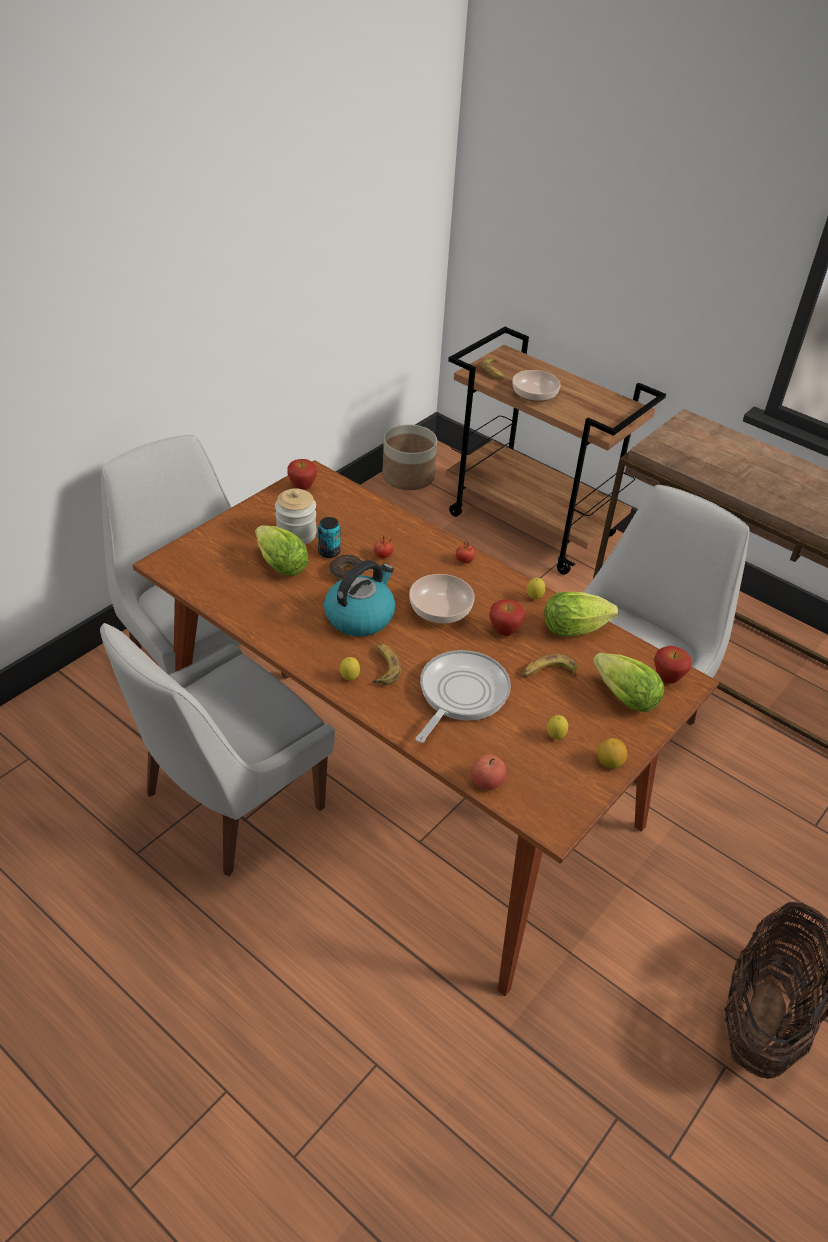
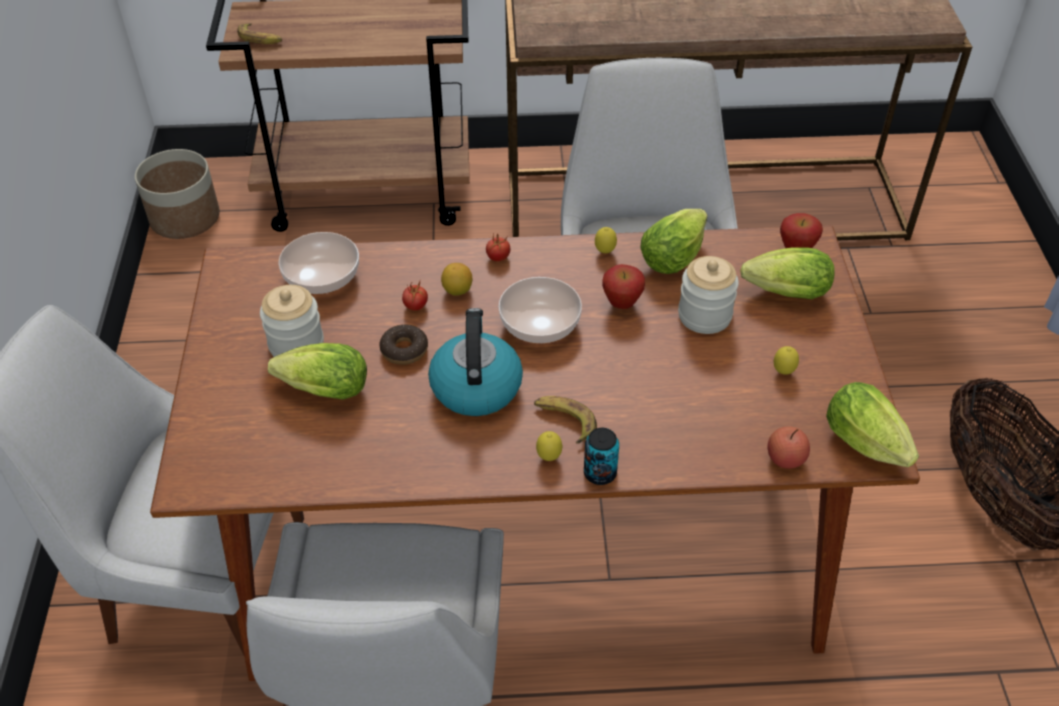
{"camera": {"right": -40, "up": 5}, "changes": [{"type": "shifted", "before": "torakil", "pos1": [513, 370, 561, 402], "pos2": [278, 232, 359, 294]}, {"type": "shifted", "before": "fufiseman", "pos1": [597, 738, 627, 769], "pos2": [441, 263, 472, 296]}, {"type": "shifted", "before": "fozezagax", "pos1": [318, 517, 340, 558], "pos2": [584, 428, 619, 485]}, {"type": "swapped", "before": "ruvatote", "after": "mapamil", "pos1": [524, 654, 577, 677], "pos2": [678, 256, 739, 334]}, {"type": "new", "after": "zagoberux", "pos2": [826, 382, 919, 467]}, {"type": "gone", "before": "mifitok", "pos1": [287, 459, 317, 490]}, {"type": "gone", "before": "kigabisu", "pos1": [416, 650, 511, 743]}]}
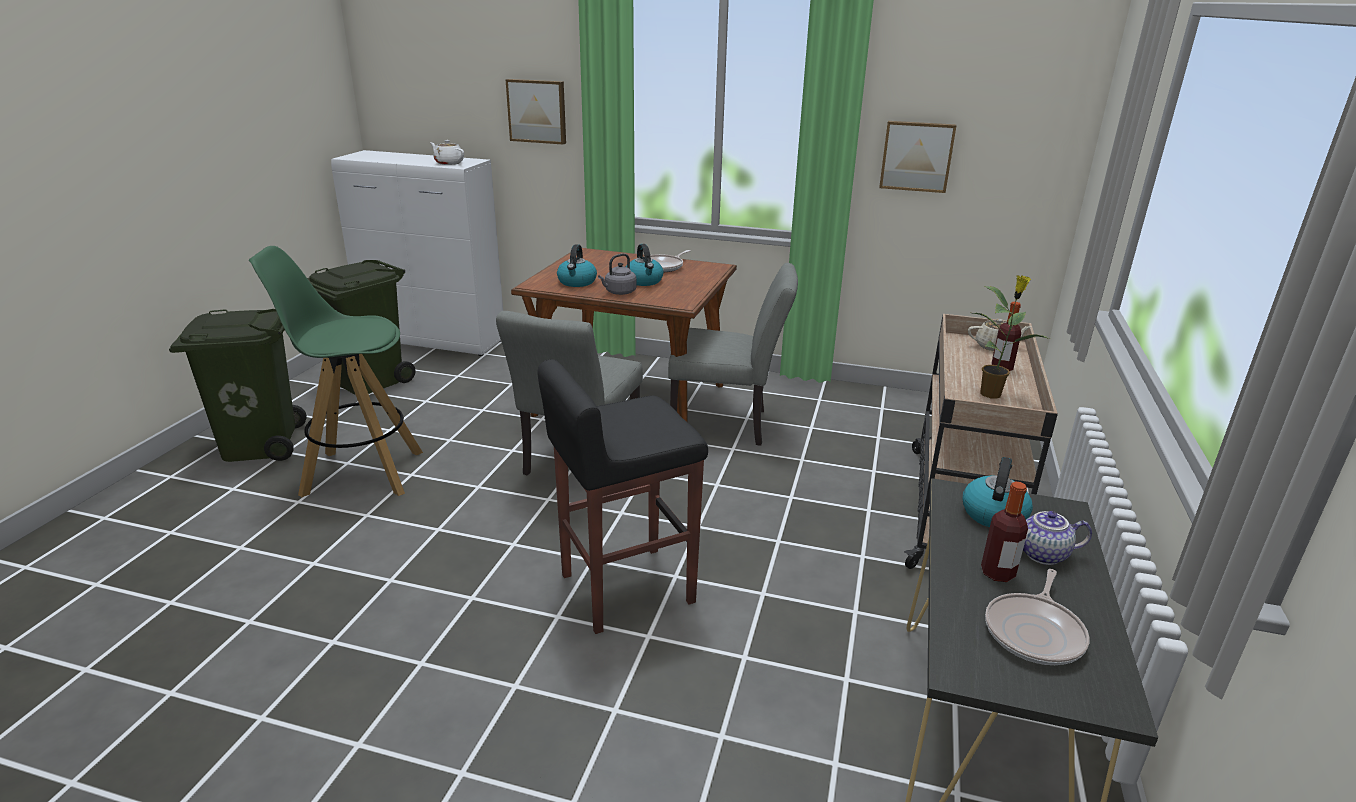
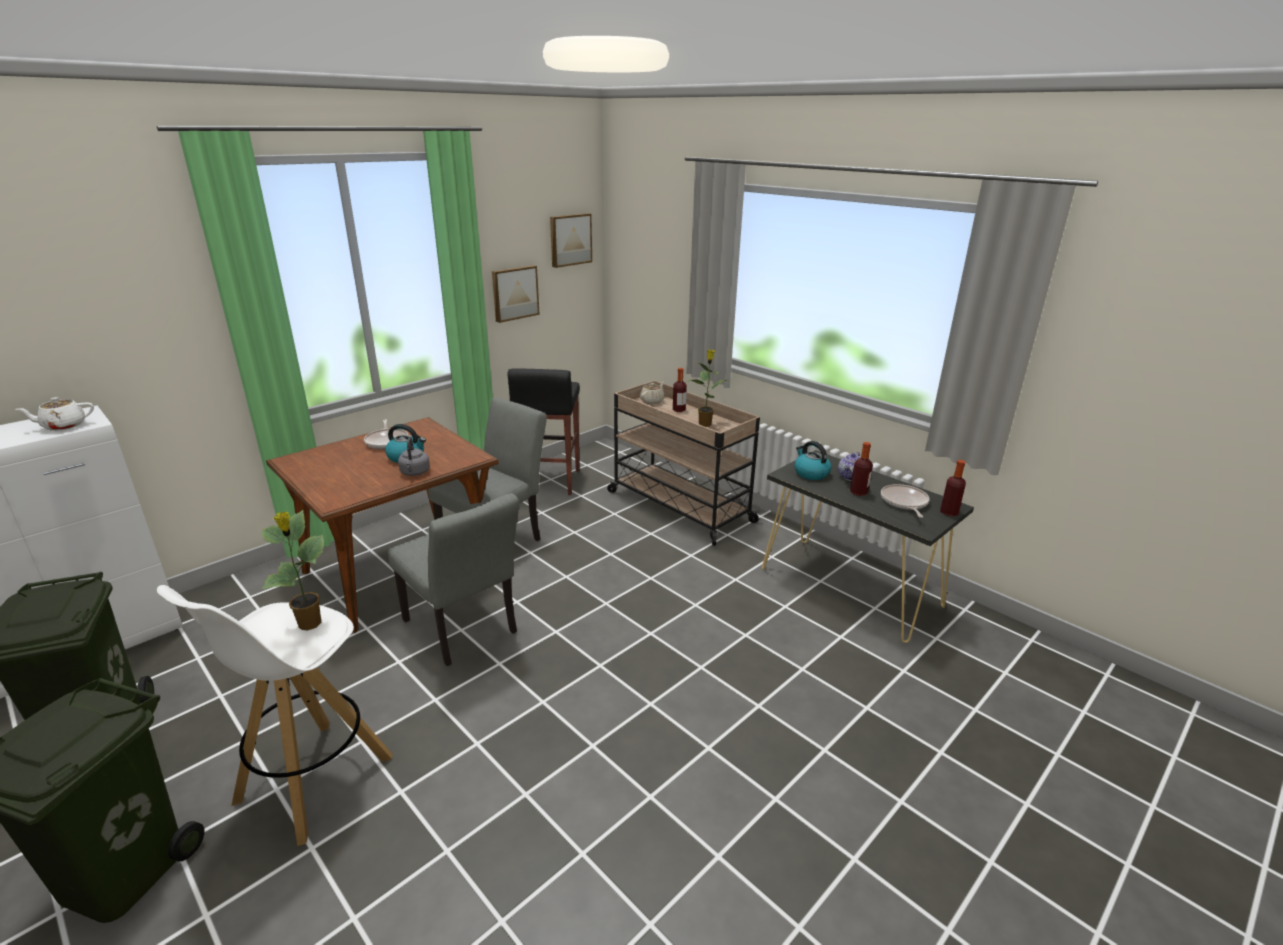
{"camera": {"right": -60, "up": 0}, "changes": [{"type": "repainted", "before": "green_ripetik", "after": "white_ripetik", "pos1": [249, 246, 423, 497], "pos2": [157, 585, 392, 846]}, {"type": "new", "after": "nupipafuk", "pos2": [261, 510, 324, 630]}, {"type": "shifted", "before": "black_ripetik", "pos1": [537, 359, 708, 634], "pos2": [507, 368, 580, 495]}, {"type": "shifted", "before": "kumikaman", "pos1": [506, 79, 566, 144], "pos2": [550, 213, 592, 268]}, {"type": "rotated", "before": "kigabisu", "pos1": [985, 569, 1090, 665], "pos2": [881, 484, 930, 518], "turn": -150}, {"type": "new", "after": "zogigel", "pos2": [940, 460, 966, 516]}, {"type": "gone", "before": "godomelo", "pos1": [557, 244, 597, 287]}]}
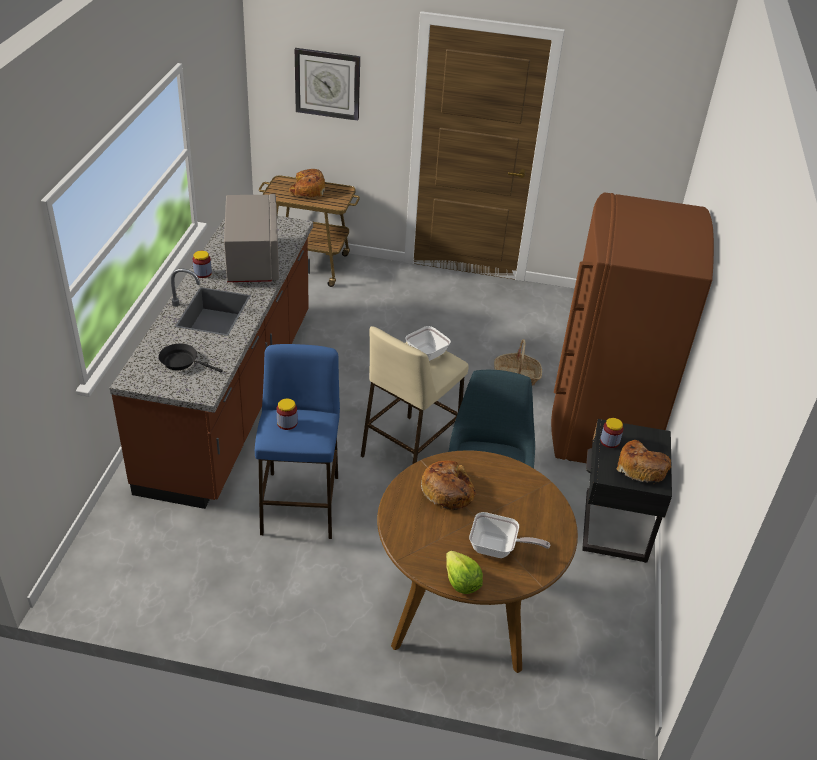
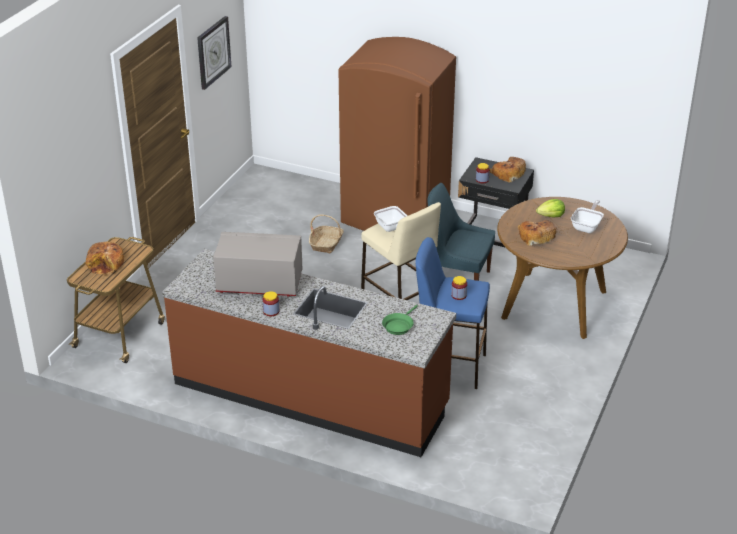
{"camera": {"right": -75, "up": -5}, "changes": [{"type": "shifted", "before": "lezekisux", "pos1": [295, 48, 360, 121], "pos2": [197, 16, 232, 90]}, {"type": "repainted", "before": "black_kigabisu", "after": "green_kigabisu", "pos1": [159, 344, 223, 373], "pos2": [382, 305, 418, 335]}, {"type": "shifted", "before": "zagoberux", "pos1": [446, 551, 483, 594], "pos2": [536, 199, 565, 218]}]}
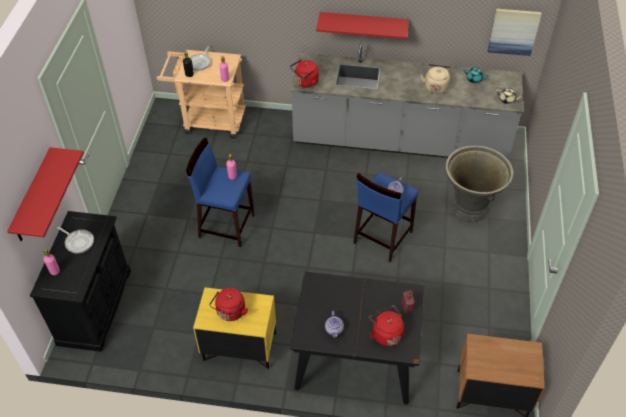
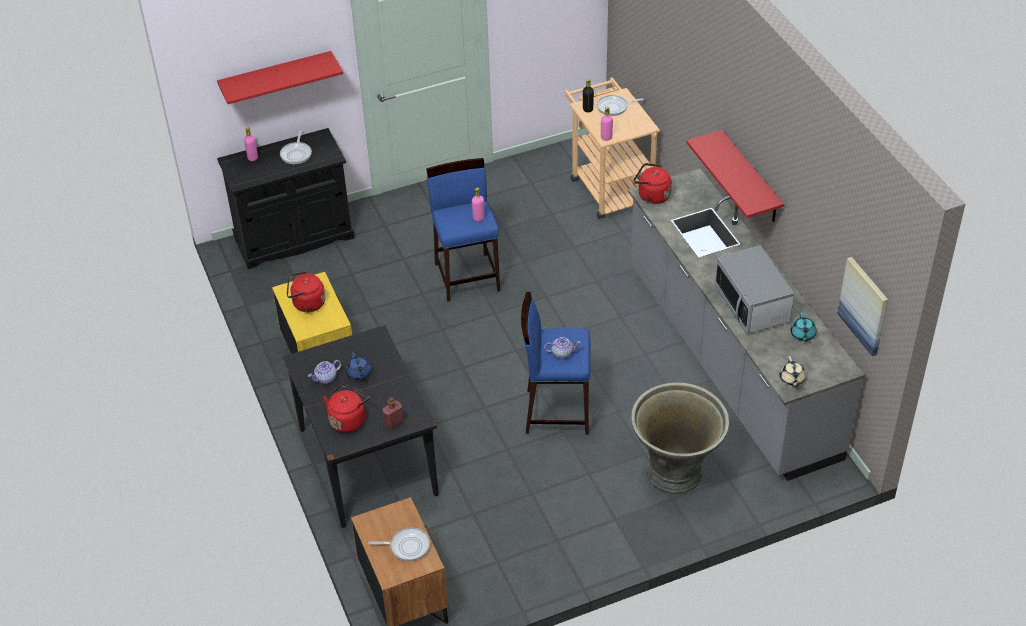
{"camera": {"right": 60, "up": -5}, "changes": [{"type": "new", "after": "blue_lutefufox", "pos2": [346, 352, 372, 380]}, {"type": "new", "after": "kigabisu", "pos2": [369, 528, 430, 561]}, {"type": "swapped", "before": "beige_godomelo", "after": "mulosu", "pos1": [421, 64, 451, 94], "pos2": [715, 245, 794, 334]}]}
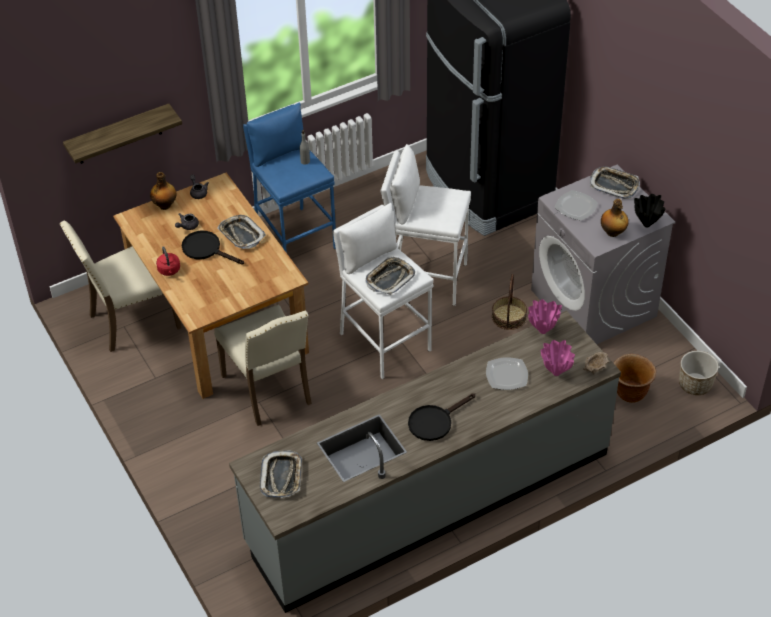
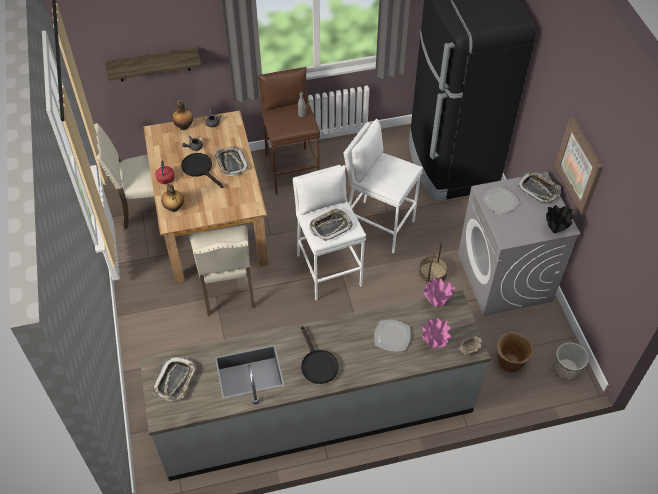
{"camera": {"right": 15, "up": 5}, "changes": [{"type": "shifted", "before": "zogigel", "pos1": [601, 199, 629, 237], "pos2": [161, 183, 184, 212]}, {"type": "repainted", "before": "blue_ripetik", "after": "brown_ripetik", "pos1": [243, 102, 336, 253], "pos2": [258, 67, 320, 194]}, {"type": "rotated", "before": "black_kigabisu", "pos1": [408, 393, 475, 441], "pos2": [301, 326, 339, 384], "turn": -90}, {"type": "new", "after": "kumikaman", "pos2": [555, 118, 603, 214]}]}
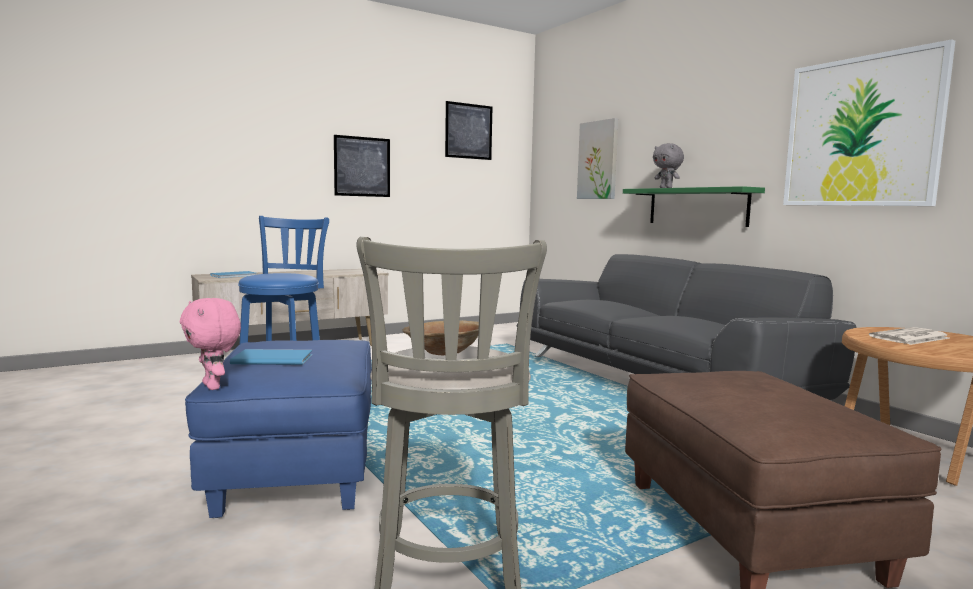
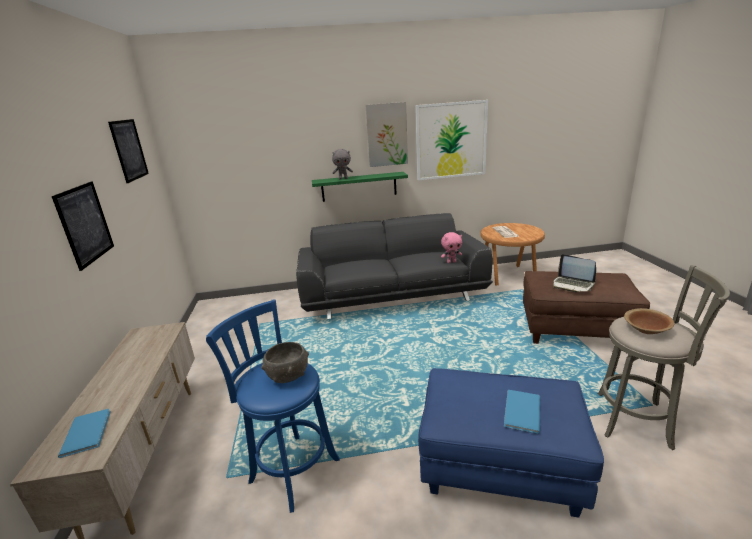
{"camera": {"right": -65, "up": 15}, "changes": [{"type": "new", "after": "grey_torakil", "pos2": [261, 342, 309, 383]}, {"type": "shifted", "before": "kumikaman", "pos1": [577, 118, 618, 199], "pos2": [365, 102, 408, 167]}, {"type": "shifted", "before": "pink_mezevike", "pos1": [180, 298, 241, 390], "pos2": [441, 232, 462, 263]}, {"type": "new", "after": "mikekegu", "pos2": [553, 254, 596, 292]}]}
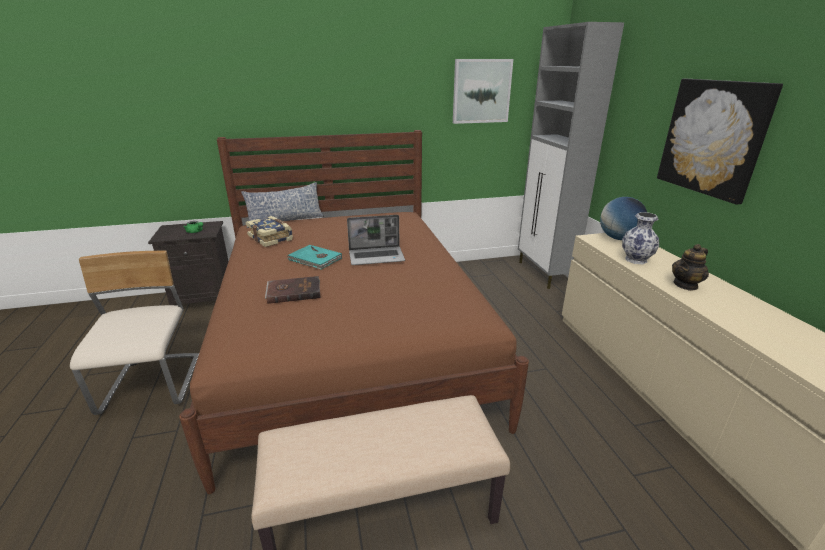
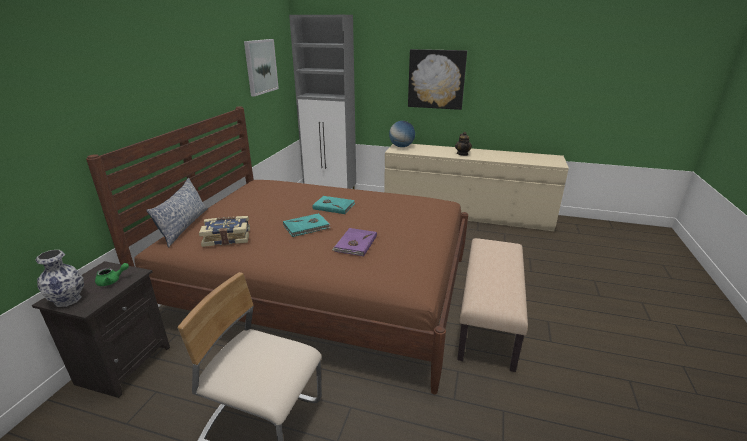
{"camera": {"right": -60, "up": 0}, "changes": [{"type": "shifted", "before": "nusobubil", "pos1": [622, 212, 659, 264], "pos2": [35, 250, 84, 307]}, {"type": "swapped", "before": "mikekegu", "after": "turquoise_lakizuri", "pos1": [347, 215, 405, 265], "pos2": [312, 196, 355, 214]}, {"type": "repainted", "before": "brown_lakizuri", "after": "purple_lakizuri", "pos1": [265, 276, 321, 304], "pos2": [332, 228, 377, 256]}]}
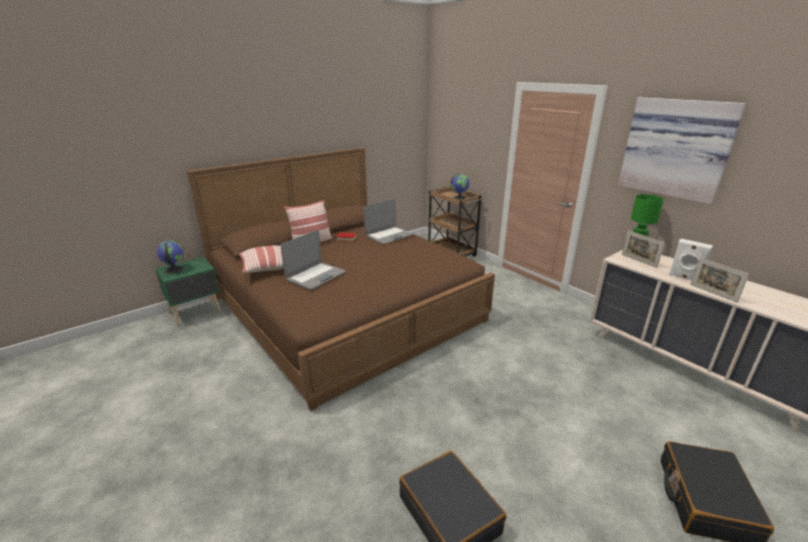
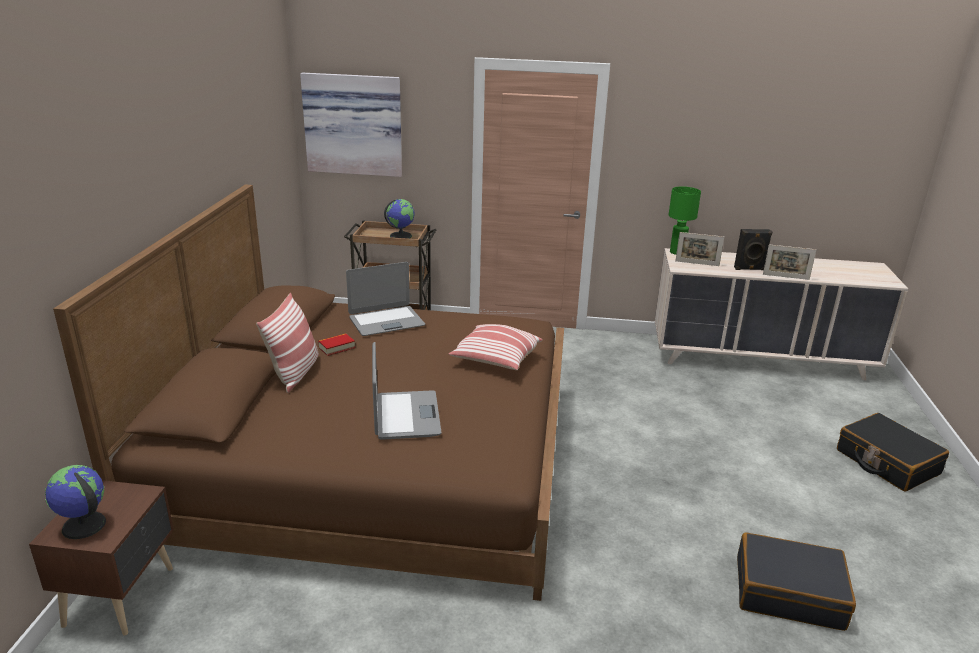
{"camera": {"right": -45, "up": 0}, "changes": [{"type": "repainted", "before": "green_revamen", "after": "brown_revamen", "pos1": [155, 257, 221, 325], "pos2": [29, 480, 174, 636]}, {"type": "shifted", "before": "kumikaman", "pos1": [618, 97, 746, 204], "pos2": [300, 73, 402, 177]}, {"type": "rotated", "before": "mikekegu", "pos1": [364, 199, 414, 244], "pos2": [346, 262, 425, 336], "turn": 60}, {"type": "shifted", "before": "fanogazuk", "pos1": [239, 245, 284, 273], "pos2": [449, 324, 543, 370]}, {"type": "repainted", "before": "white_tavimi", "after": "black_tavimi", "pos1": [669, 239, 713, 280], "pos2": [734, 229, 773, 270]}]}
